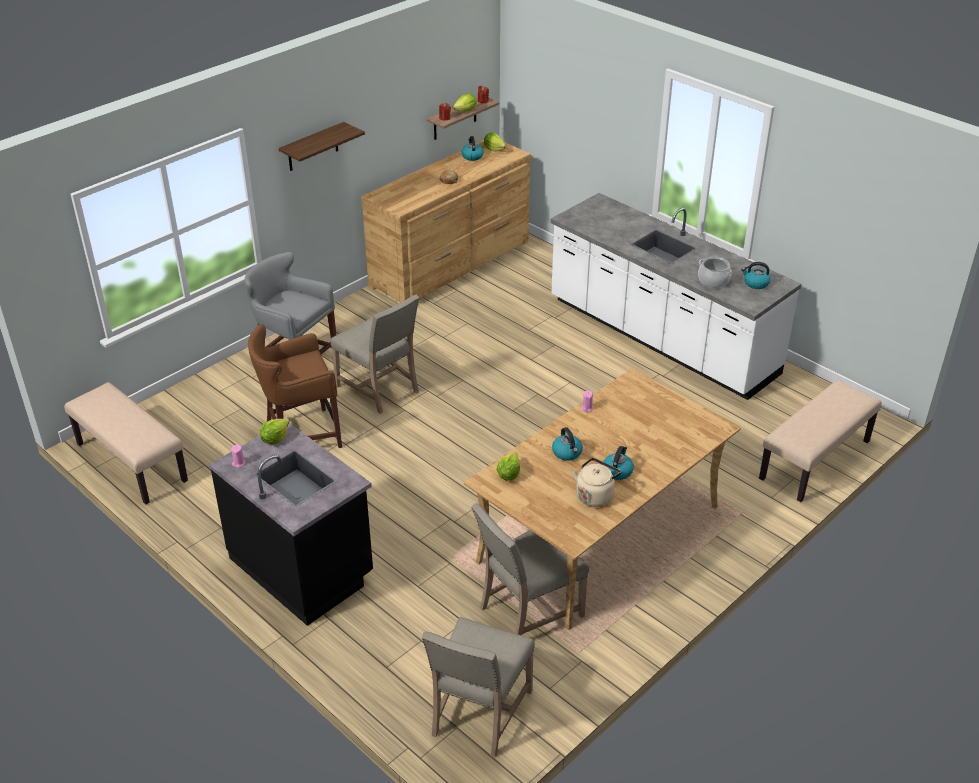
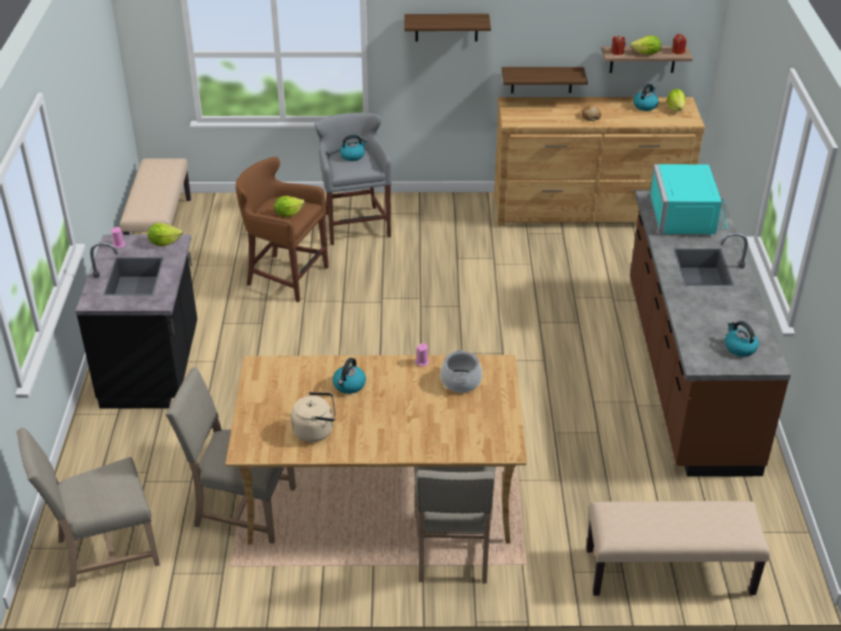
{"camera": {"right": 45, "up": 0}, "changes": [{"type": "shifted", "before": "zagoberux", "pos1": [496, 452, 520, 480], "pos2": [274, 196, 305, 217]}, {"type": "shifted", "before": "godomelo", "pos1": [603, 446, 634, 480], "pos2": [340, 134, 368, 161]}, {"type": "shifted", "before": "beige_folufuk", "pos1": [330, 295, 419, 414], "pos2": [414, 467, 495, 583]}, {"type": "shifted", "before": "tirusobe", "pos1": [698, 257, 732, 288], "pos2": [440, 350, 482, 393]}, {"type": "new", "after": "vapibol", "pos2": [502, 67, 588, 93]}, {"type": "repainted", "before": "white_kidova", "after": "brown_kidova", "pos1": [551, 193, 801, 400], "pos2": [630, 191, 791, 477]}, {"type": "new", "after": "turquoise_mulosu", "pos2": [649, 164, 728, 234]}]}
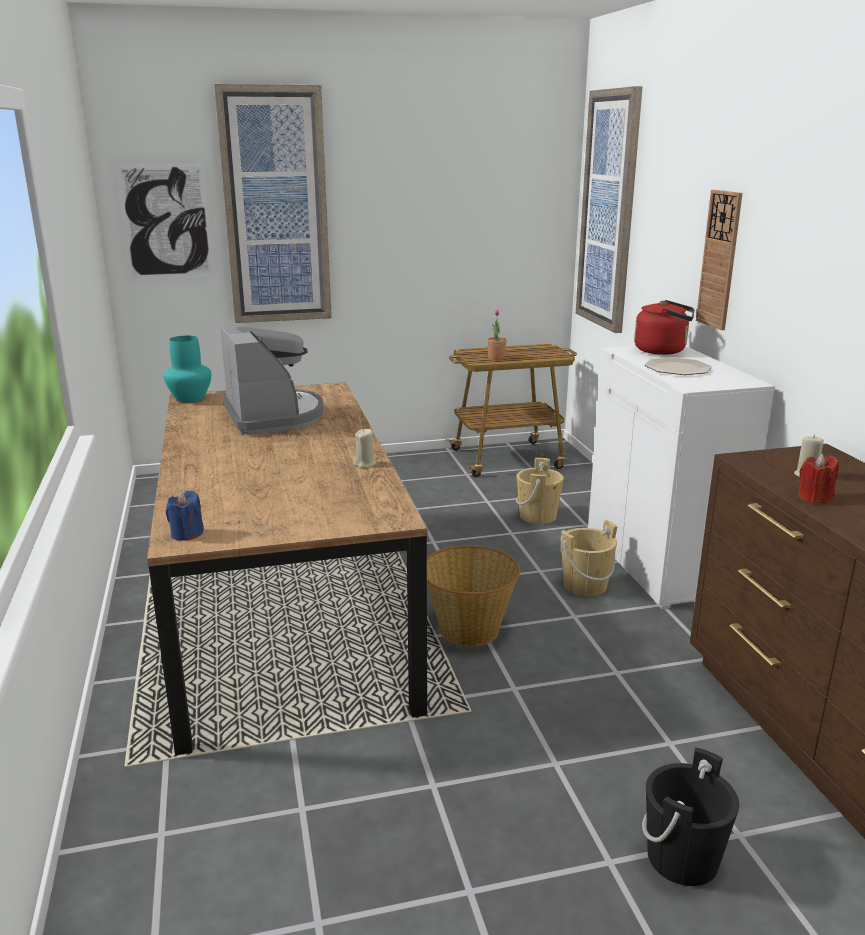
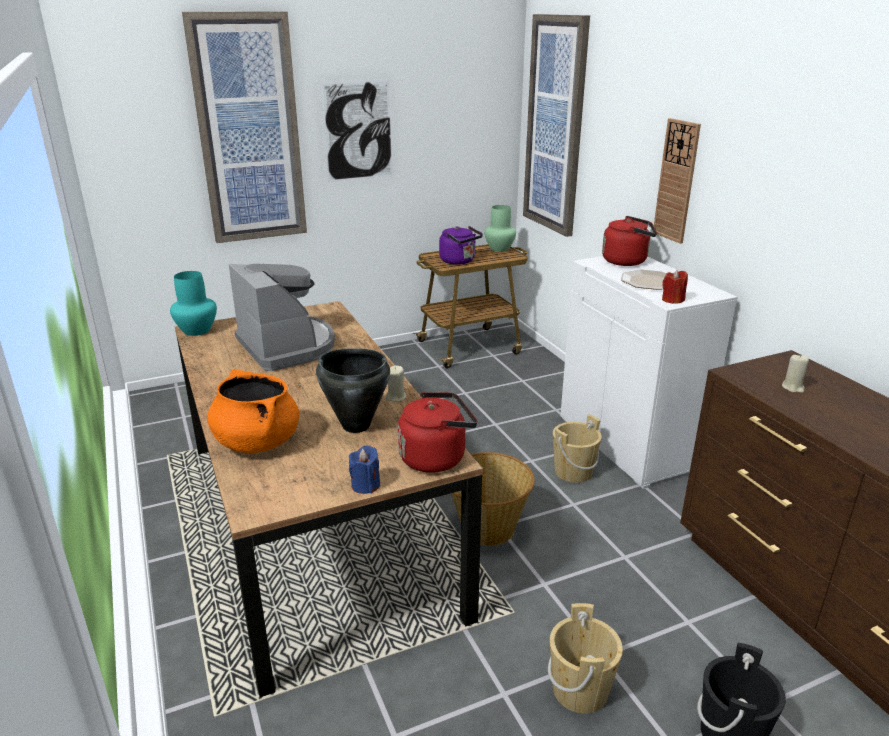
{"camera": {"right": -10, "up": 5}, "changes": [{"type": "new", "after": "orange_tirusobe", "pos2": [207, 369, 299, 453]}, {"type": "new", "after": "black_tirusobe", "pos2": [316, 348, 390, 433]}, {"type": "shifted", "before": "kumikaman", "pos1": [116, 164, 213, 278], "pos2": [320, 79, 394, 182]}, {"type": "shifted", "before": "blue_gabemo", "pos1": [166, 491, 204, 541], "pos2": [349, 445, 380, 494]}, {"type": "new", "after": "red_godomelo", "pos2": [398, 392, 477, 473]}, {"type": "swapped", "before": "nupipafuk", "after": "purple_godomelo", "pos1": [487, 310, 507, 360], "pos2": [439, 226, 483, 265]}, {"type": "new", "after": "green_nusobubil", "pos2": [484, 205, 516, 252]}, {"type": "shifted", "before": "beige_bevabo", "pos1": [516, 458, 564, 524], "pos2": [548, 603, 623, 714]}, {"type": "shifted", "before": "red_gabemo", "pos1": [798, 454, 839, 503], "pos2": [662, 270, 688, 304]}]}
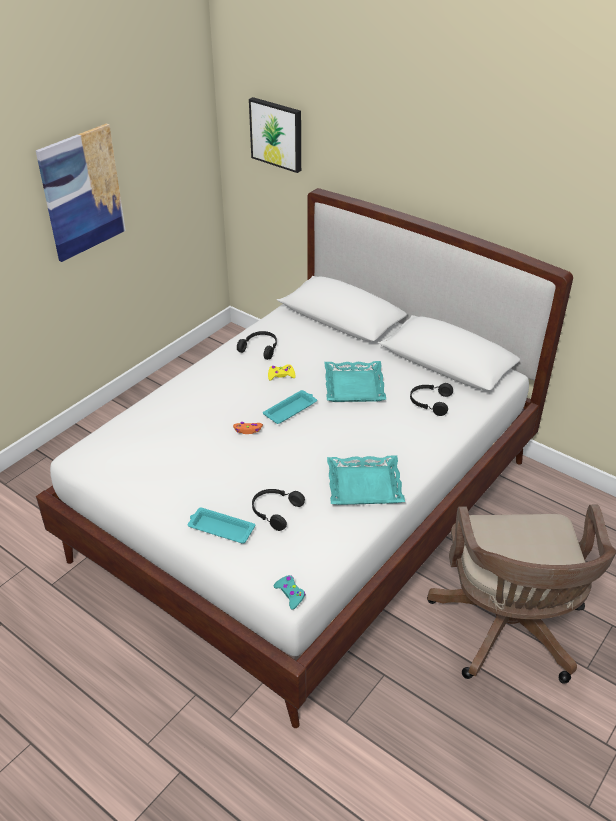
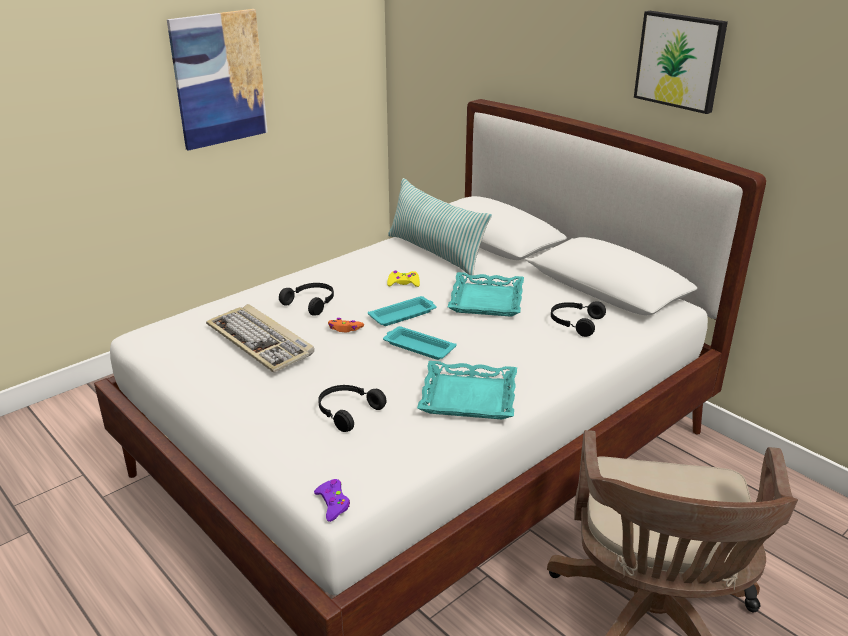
{"camera": {"right": 10, "up": -10}, "changes": [{"type": "new", "after": "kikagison", "pos2": [206, 304, 314, 373]}, {"type": "shifted", "before": "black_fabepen", "pos1": [237, 331, 277, 360], "pos2": [279, 283, 334, 316]}, {"type": "repainted", "before": "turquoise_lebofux", "after": "purple_lebofux", "pos1": [274, 575, 305, 610], "pos2": [314, 479, 350, 522]}, {"type": "shifted", "before": "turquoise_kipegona", "pos1": [188, 508, 255, 544], "pos2": [383, 326, 456, 360]}, {"type": "new", "after": "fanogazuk", "pos2": [388, 178, 492, 275]}, {"type": "shifted", "before": "kumikaman", "pos1": [249, 97, 301, 173], "pos2": [634, 11, 728, 114]}]}
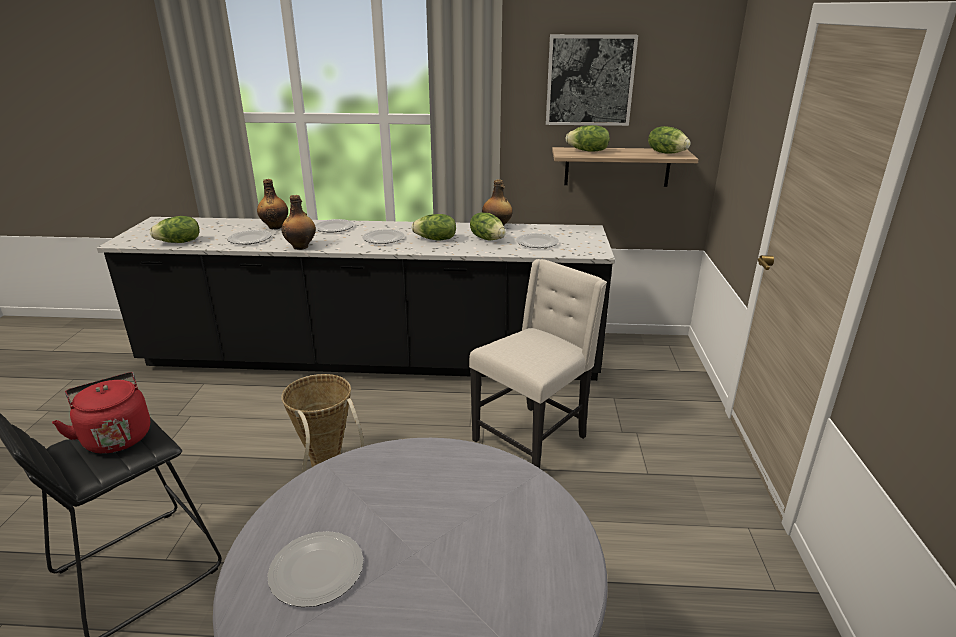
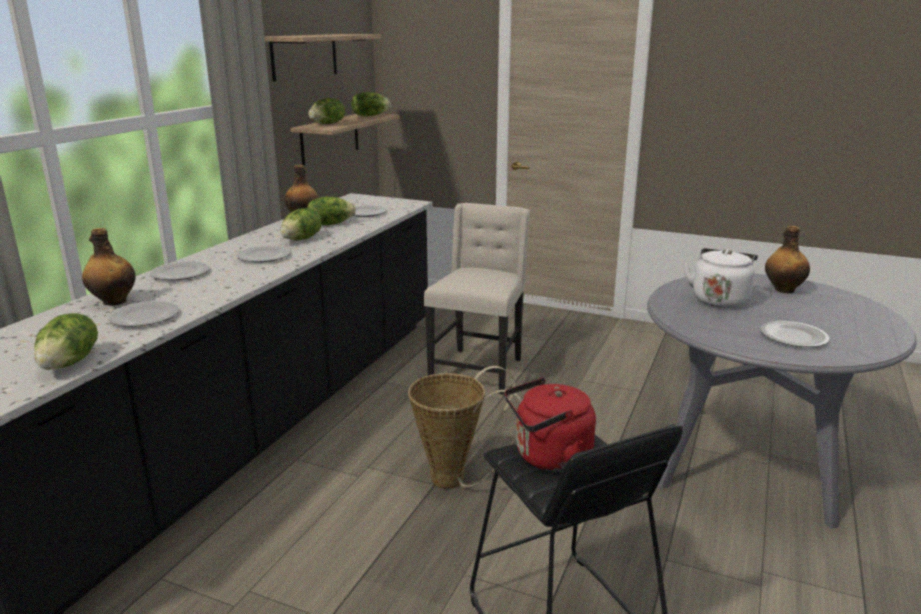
{"camera": {"right": -70, "up": -5}, "changes": [{"type": "swapped", "before": "kumikaman", "after": "vapibol", "pos1": [546, 35, 638, 126], "pos2": [264, 34, 381, 81]}, {"type": "rotated", "before": "beige_folufuk", "pos1": [469, 259, 607, 468], "pos2": [424, 203, 530, 394], "turn": 45}, {"type": "new", "after": "white_godomelo", "pos2": [683, 248, 758, 308]}, {"type": "shifted", "before": "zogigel", "pos1": [282, 195, 316, 250], "pos2": [765, 226, 810, 293]}]}
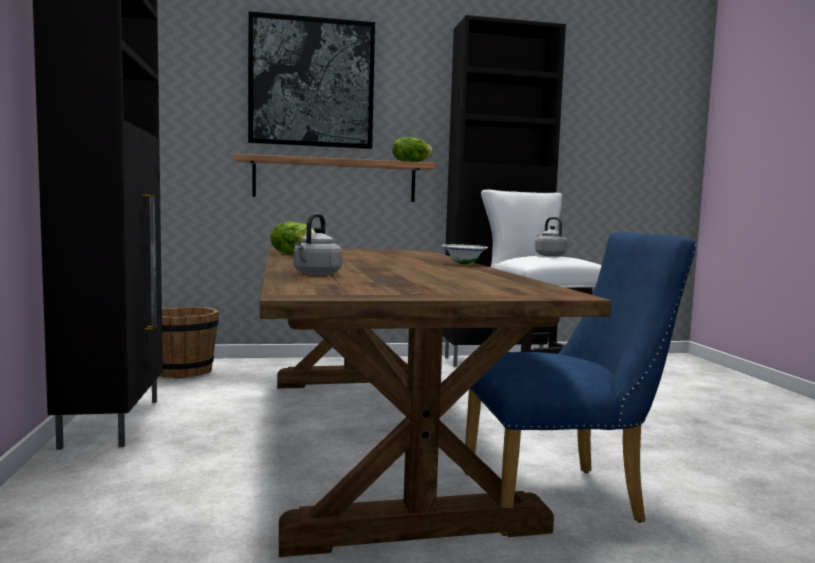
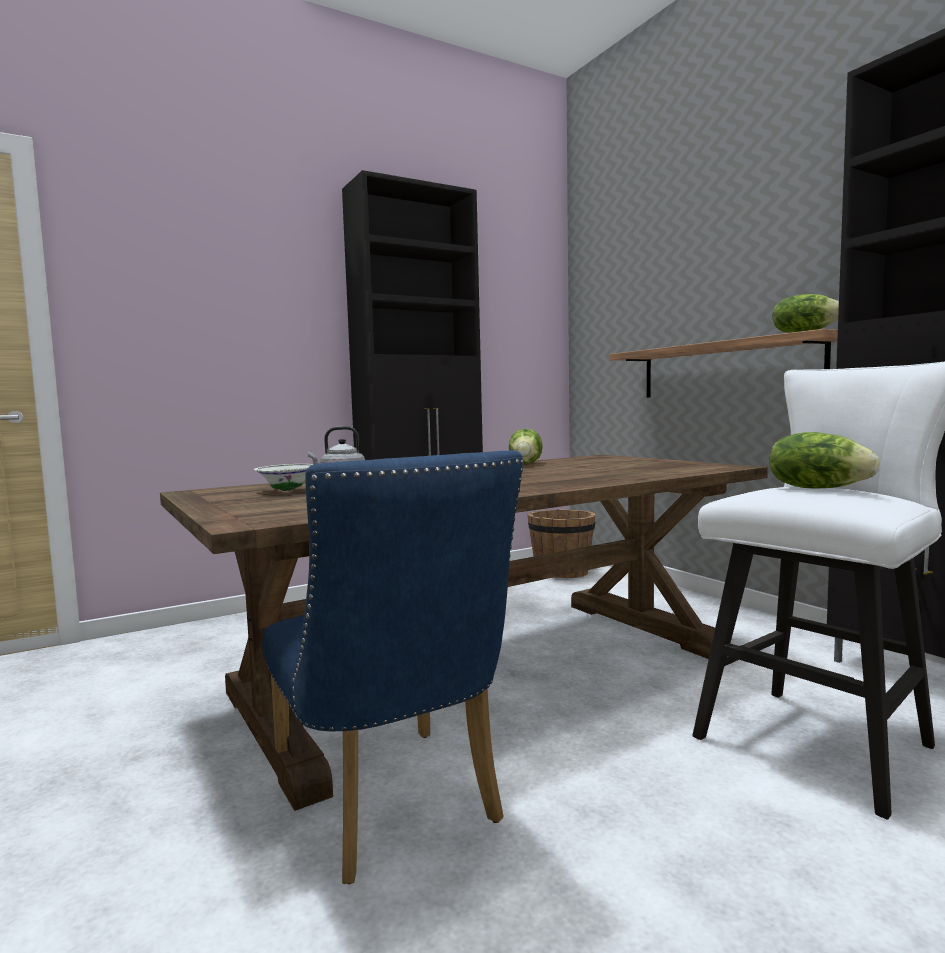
{"camera": {"right": 70, "up": 0}, "changes": [{"type": "shifted", "before": "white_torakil", "pos1": [442, 244, 488, 265], "pos2": [254, 464, 313, 491]}, {"type": "swapped", "before": "grey_godomelo", "after": "zagoberux", "pos1": [535, 217, 568, 257], "pos2": [769, 432, 880, 489]}, {"type": "gone", "before": "kumikaman", "pos1": [248, 11, 375, 149]}]}
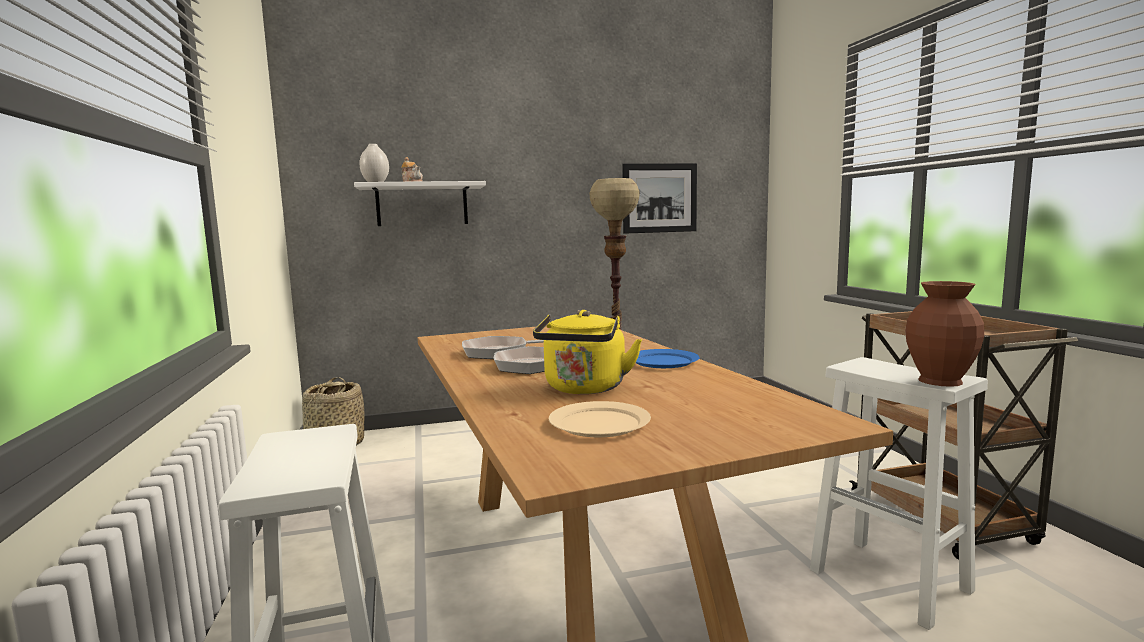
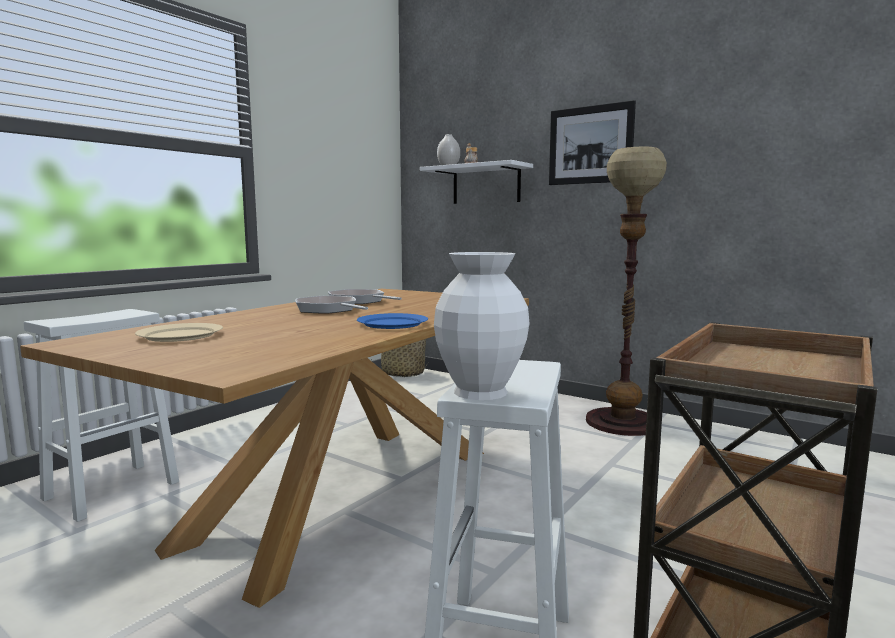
{"camera": {"right": 50, "up": 0}, "changes": [{"type": "repainted", "before": "brown_nusobubil", "after": "white_nusobubil", "pos1": [905, 281, 984, 387], "pos2": [434, 252, 530, 400]}, {"type": "shifted", "before": "kumikaman", "pos1": [622, 163, 697, 234], "pos2": [549, 100, 636, 185]}, {"type": "gone", "before": "yellow_godomelo", "pos1": [533, 310, 642, 394]}]}
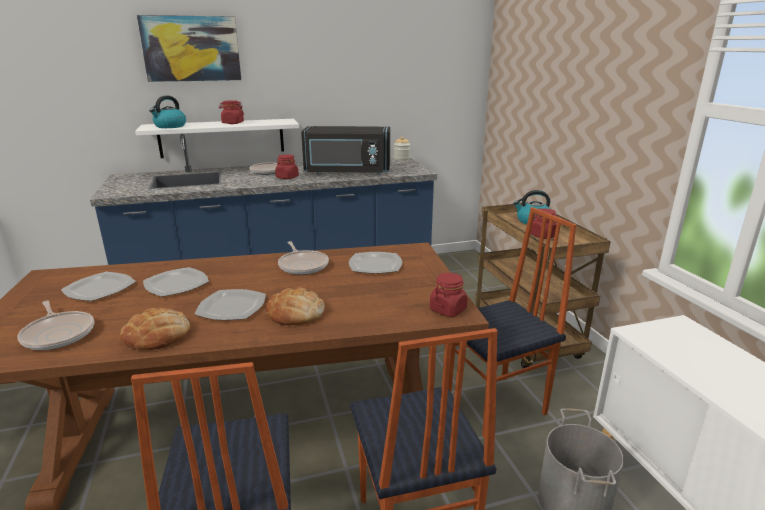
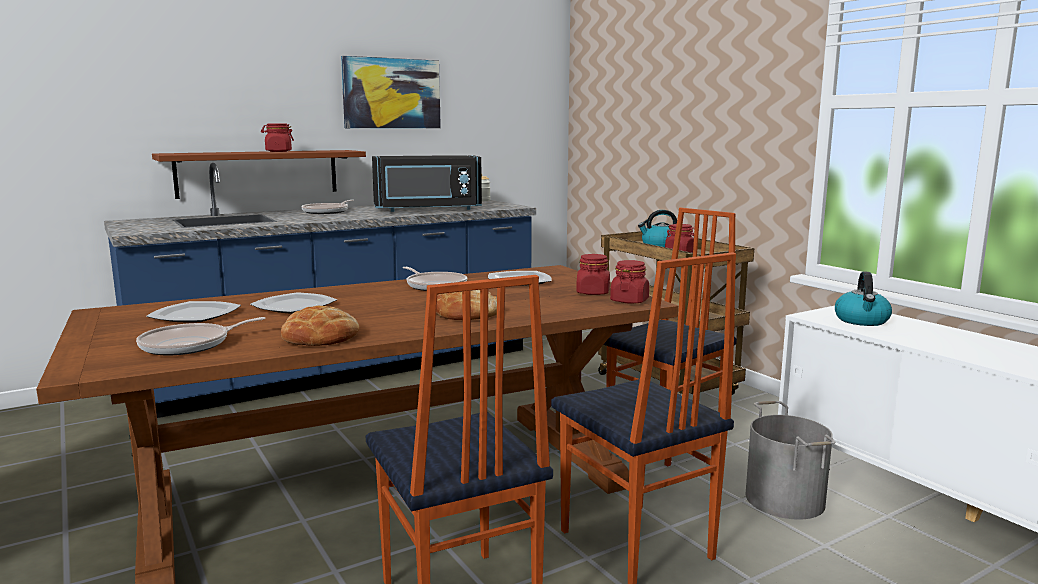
{"camera": {"right": -15, "up": -10}, "changes": [{"type": "rotated", "before": "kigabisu", "pos1": [18, 301, 94, 350], "pos2": [136, 317, 266, 355], "turn": 105}, {"type": "repainted", "before": "white_vapibol", "after": "brown_vapibol", "pos1": [135, 119, 299, 158], "pos2": [152, 150, 366, 199]}, {"type": "shifted", "before": "kumikaman", "pos1": [137, 15, 241, 82], "pos2": [341, 56, 441, 128]}, {"type": "shifted", "before": "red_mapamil", "pos1": [275, 155, 299, 179], "pos2": [576, 254, 610, 295]}, {"type": "shifted", "before": "godomelo", "pos1": [149, 96, 186, 128], "pos2": [835, 272, 892, 326]}, {"type": "gone", "before": "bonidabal", "pos1": [195, 289, 266, 320]}]}
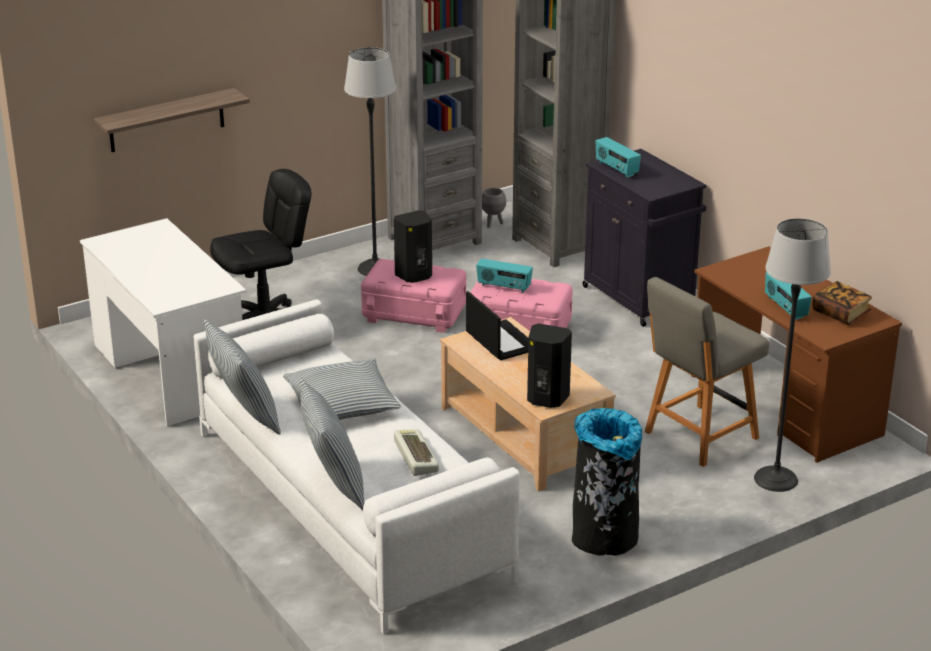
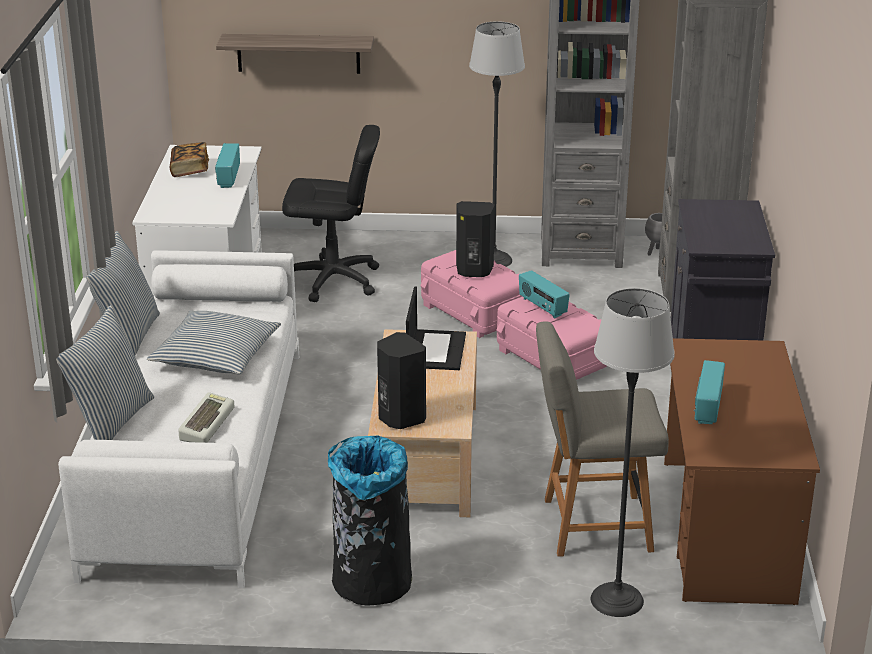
{"camera": {"right": 35, "up": 0}, "changes": [{"type": "shifted", "before": "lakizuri", "pos1": [813, 281, 872, 325], "pos2": [170, 142, 209, 177]}, {"type": "shifted", "before": "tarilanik", "pos1": [596, 137, 641, 178], "pos2": [215, 143, 240, 188]}]}
